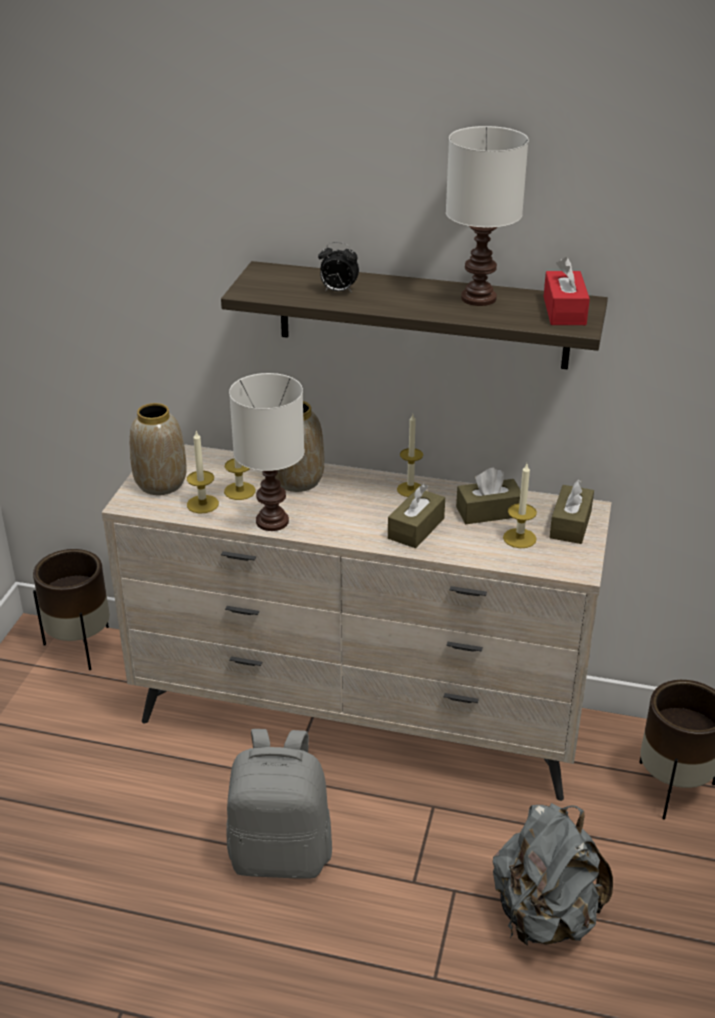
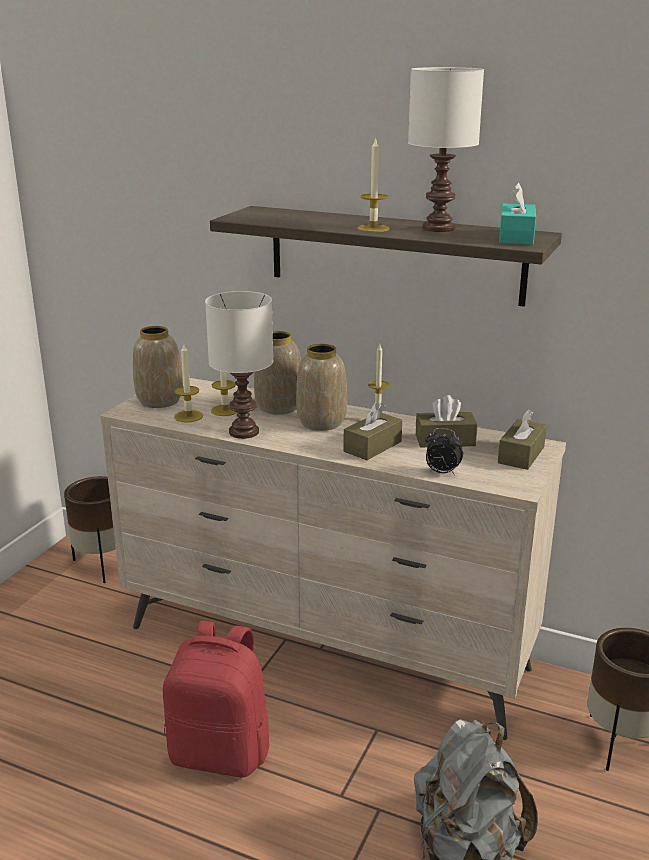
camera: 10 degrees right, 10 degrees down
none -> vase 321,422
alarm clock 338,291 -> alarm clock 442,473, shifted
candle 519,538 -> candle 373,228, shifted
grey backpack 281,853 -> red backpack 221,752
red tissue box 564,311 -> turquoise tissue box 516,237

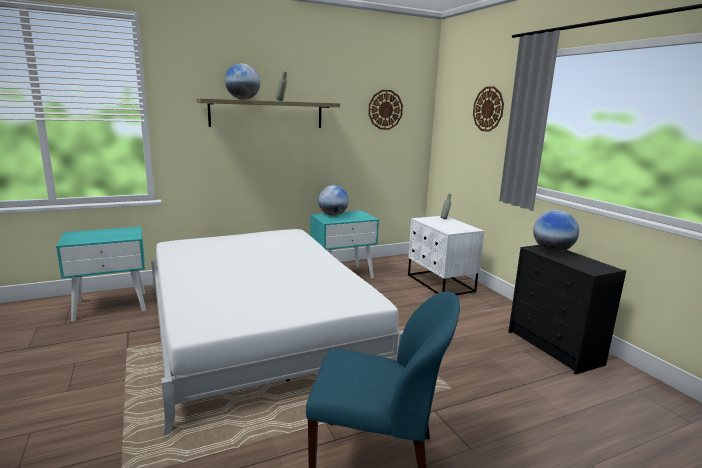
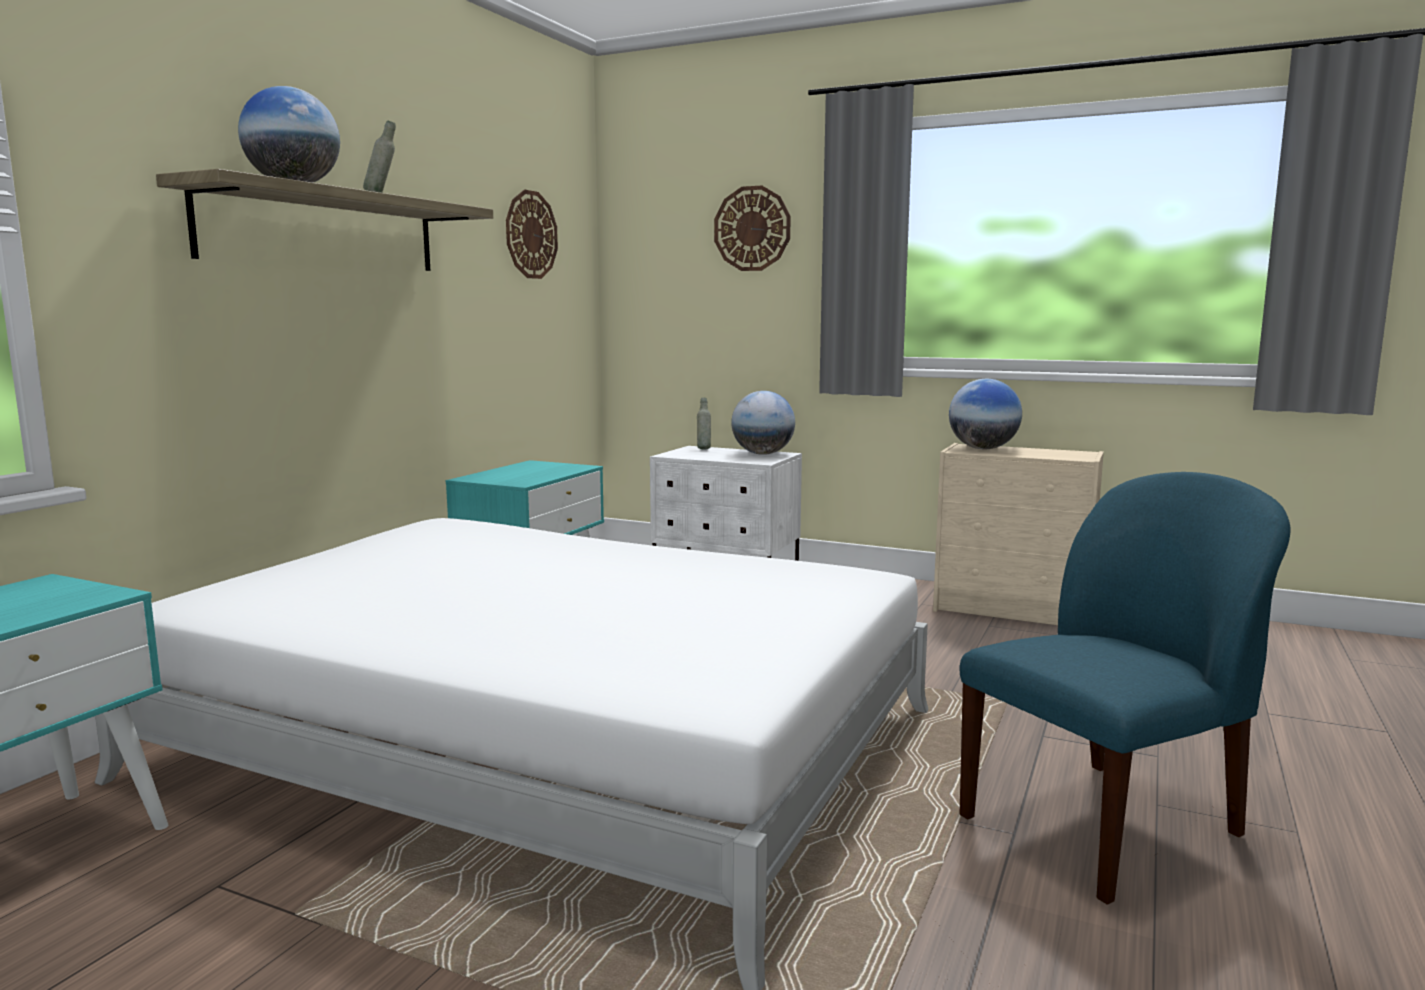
camera: 40 degrees left, 5 degrees down
globe 333,215 -> globe 762,454, shifted
black dresser 555,348 -> beige dresser 1014,611

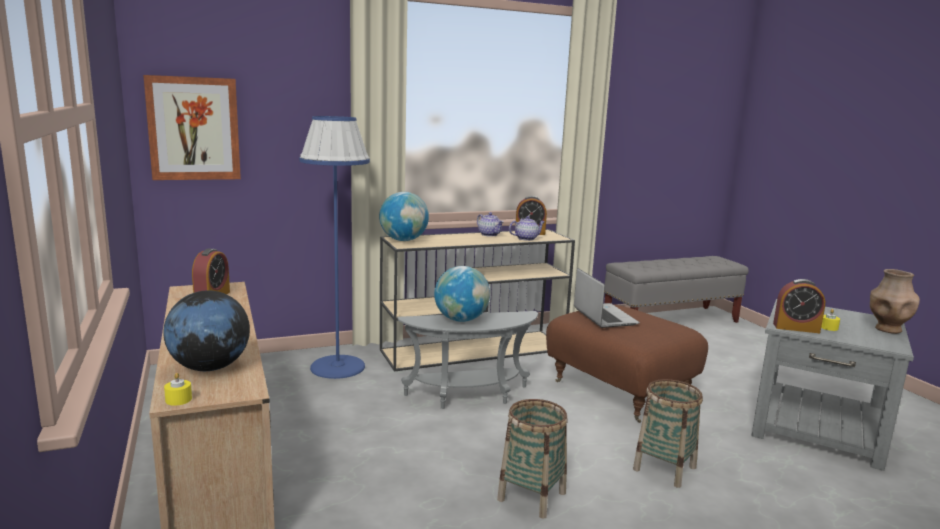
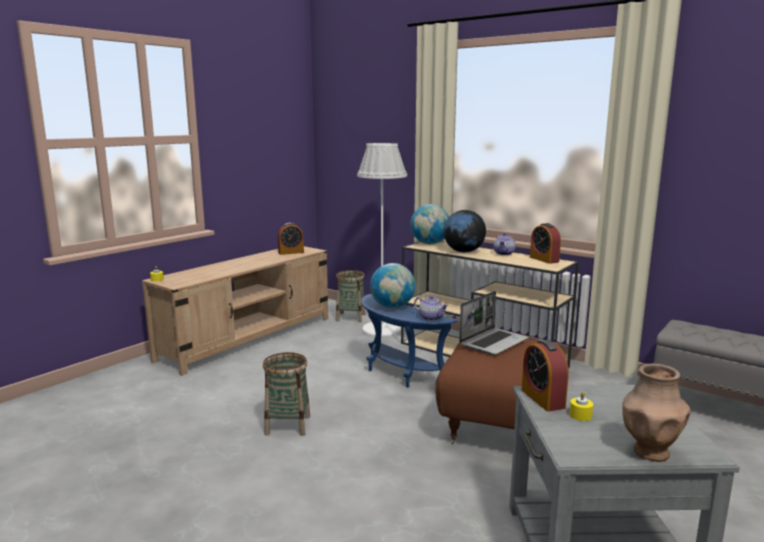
camera: 60 degrees right, 0 degrees up
picture 194,128 -> none
globe 209,367 -> globe 463,251, shifted
teapot 526,238 -> teapot 431,318, shifted
basket 664,468 -> basket 350,317, shifted
blue floor lamp 338,367 -> white floor lamp 382,329
grey side table 469,397 -> blue side table 398,373

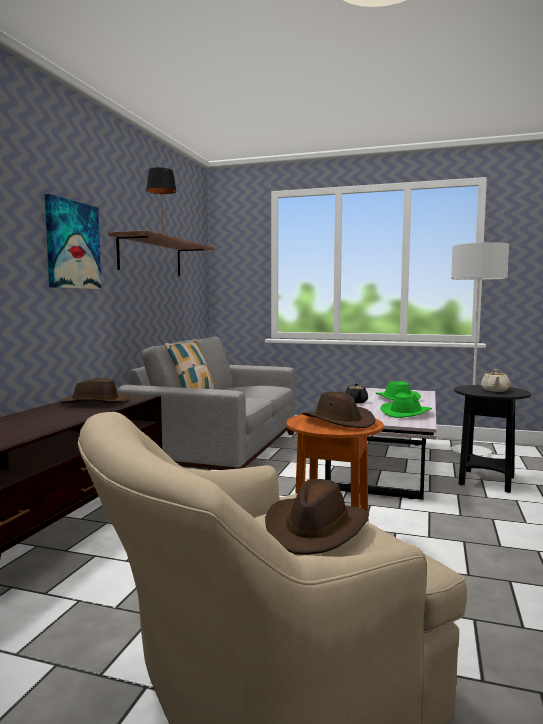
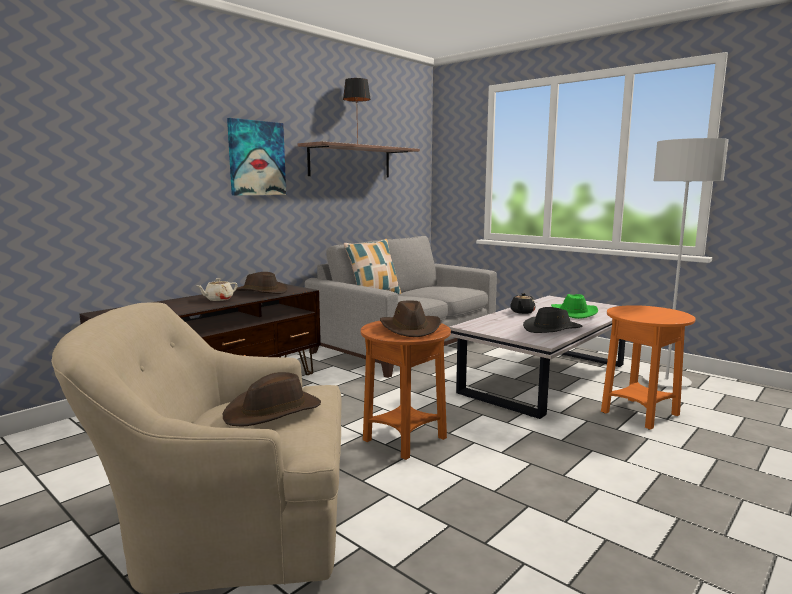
camera: 25 degrees right, 5 degrees up
beige teapot 495,390 -> beige teapot 218,299, shifted
green hat 406,413 -> black hat 552,329
black side table 487,481 -> orange side table 640,414

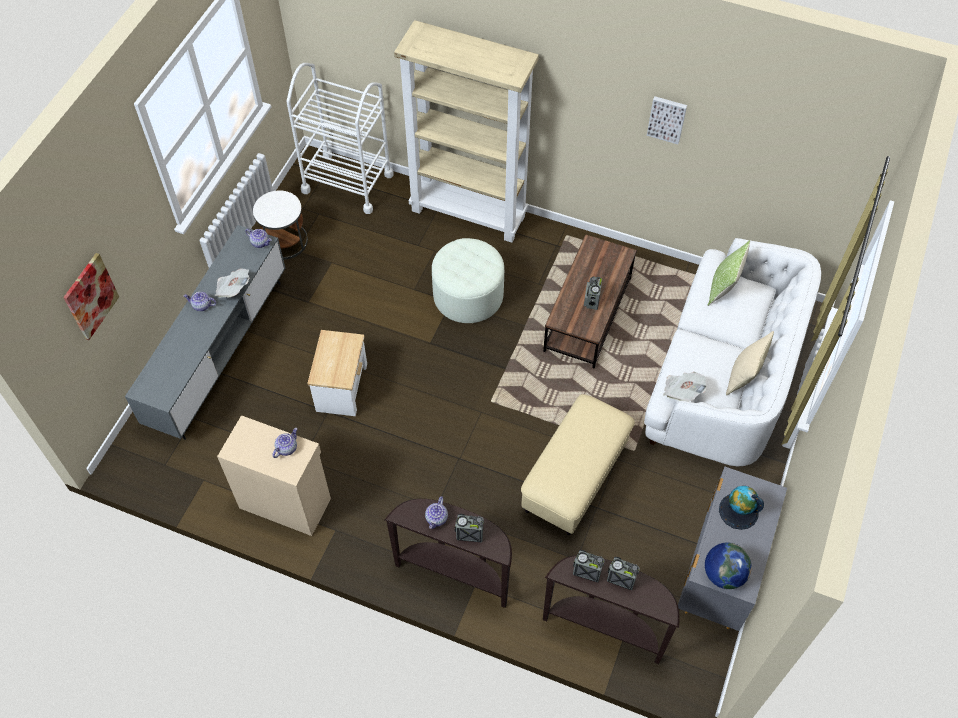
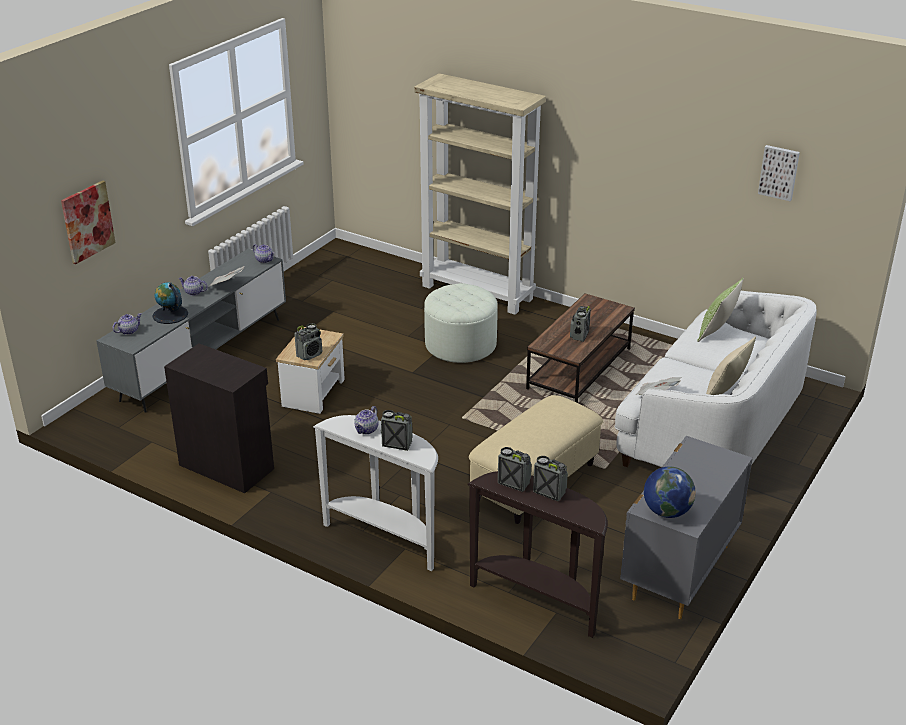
camera: 10 degrees right, 25 degrees down
white side table 284,241 -> none
white cart 347,183 -> none
none -> radio 310,355
teapot 286,448 -> teapot 129,331, shifted
picture 667,118 -> picture 779,172, shifted
globe 738,511 -> globe 170,315, shifted
beige cabinet 285,502 -> black cabinet 227,466
brown console table 455,572 -> white console table 385,538

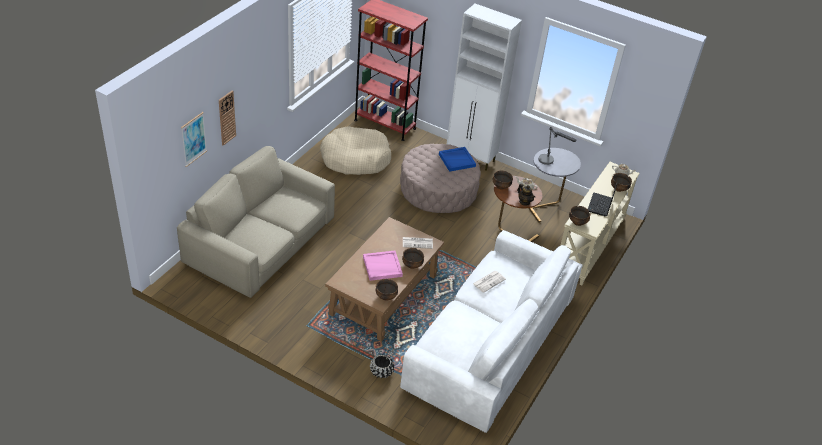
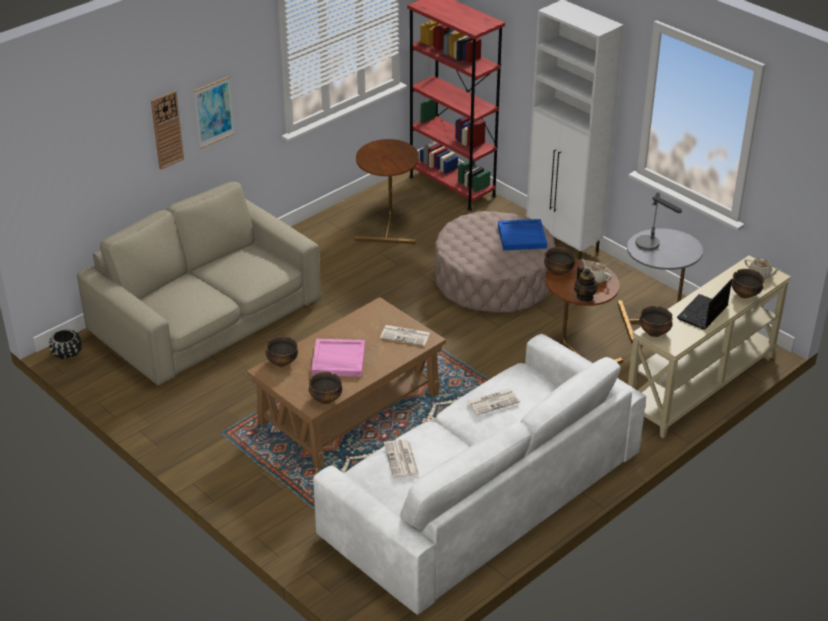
camera: 20 degrees right, 5 degrees down
none -> newspaper 401,459
picture 193,139 -> picture 214,112, shifted
black planter 381,372 -> black planter 67,353, shifted
bowl 412,265 -> bowl 282,362, shifted
beige dog bed 355,158 -> brown side table 388,227

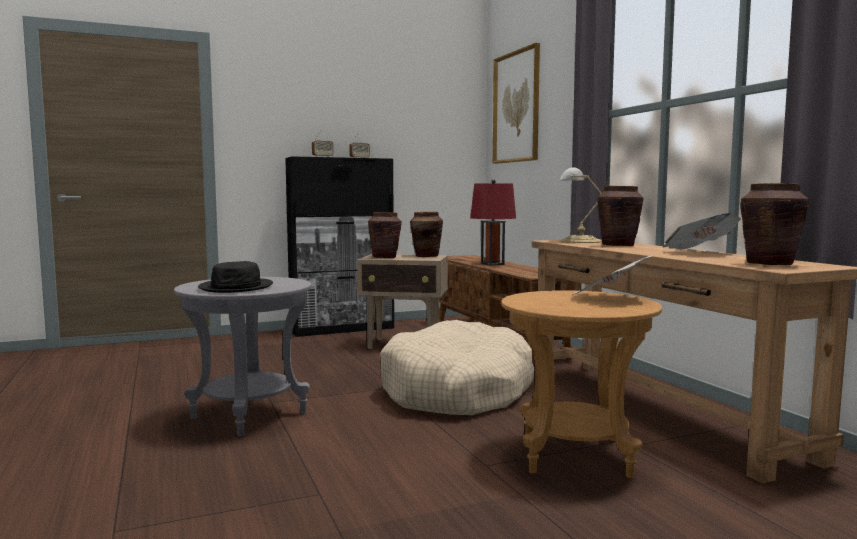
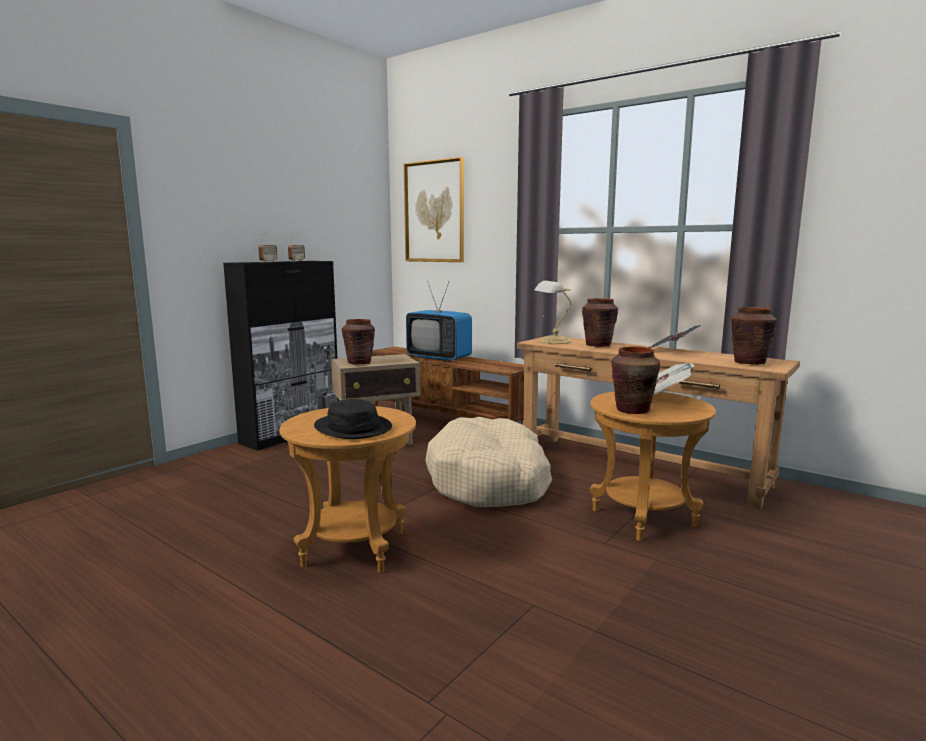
camera: 30 degrees left, 5 degrees up
brown vase 426,256 -> brown vase 632,410, shifted
red table lamp 492,264 -> television 439,358
grey side table 249,415 -> brown side table 354,548

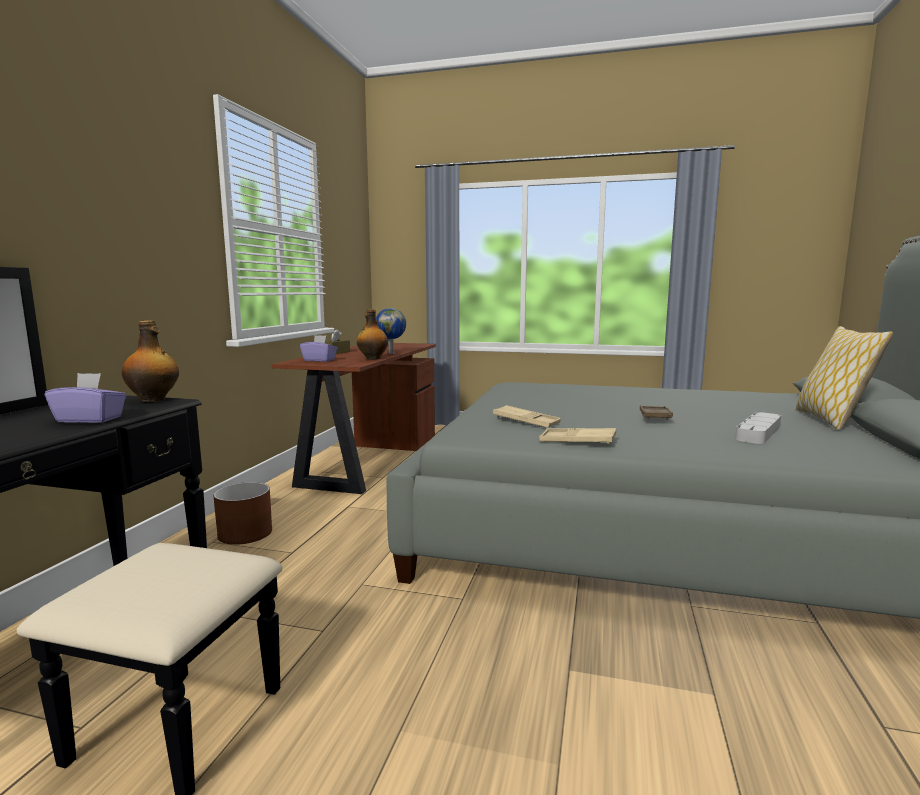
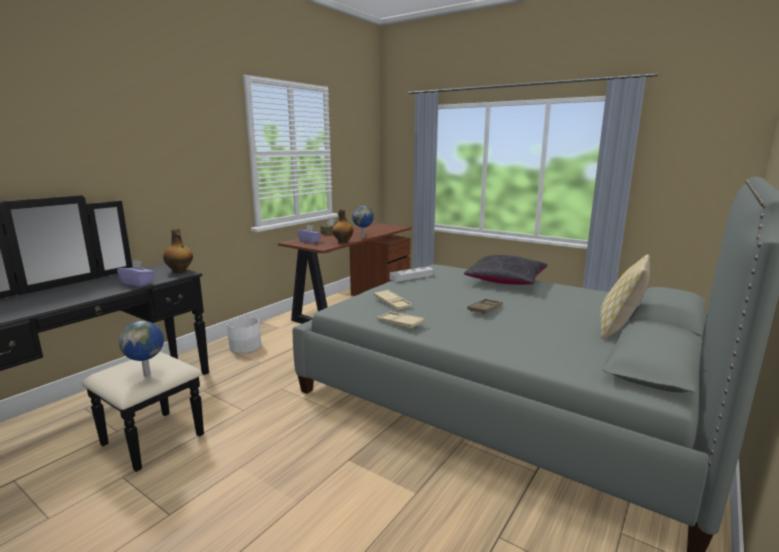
camera: 20 degrees right, 5 degrees up
none -> globe 148,375
none -> black pillow 506,281
grey tray 758,432 -> grey tray 411,276, shifted
brown planter 245,533 -> white planter 245,347

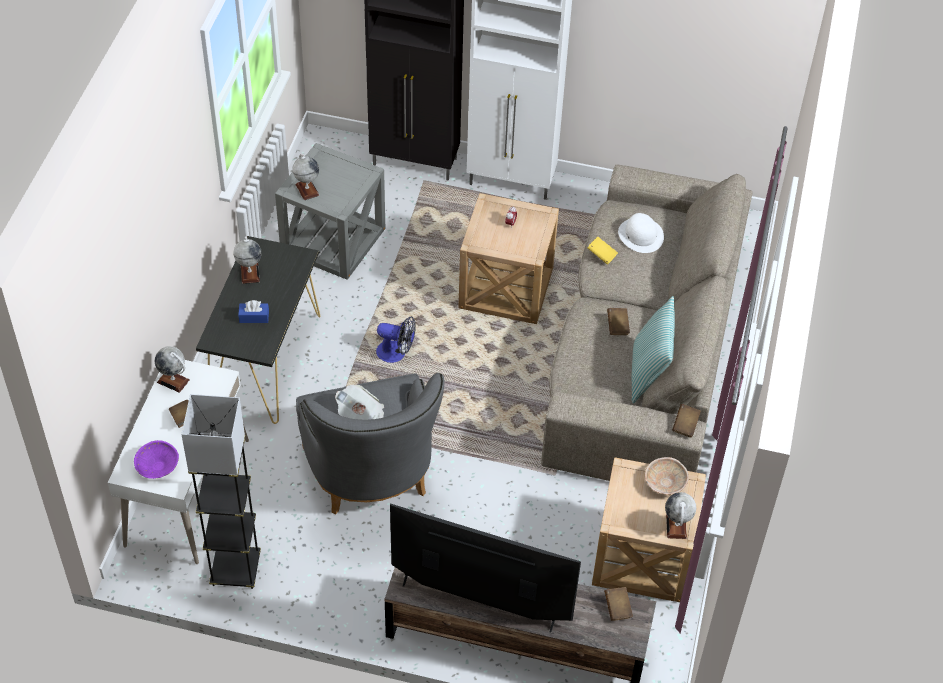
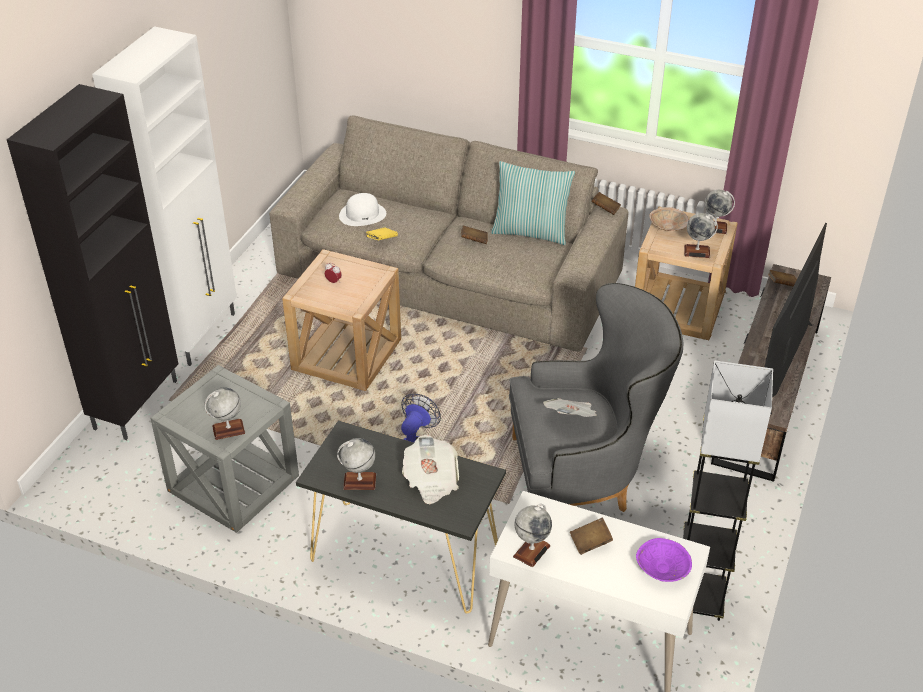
camera: 80 degrees left, 10 degrees down
none -> globe 697,251
blue tissue box 254,317 -> newspaper 431,481

